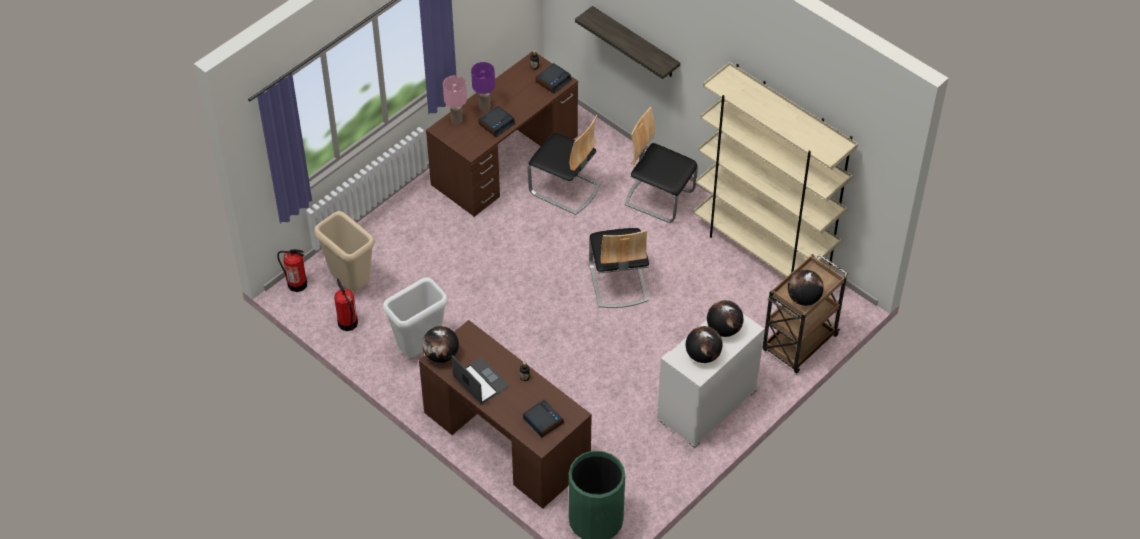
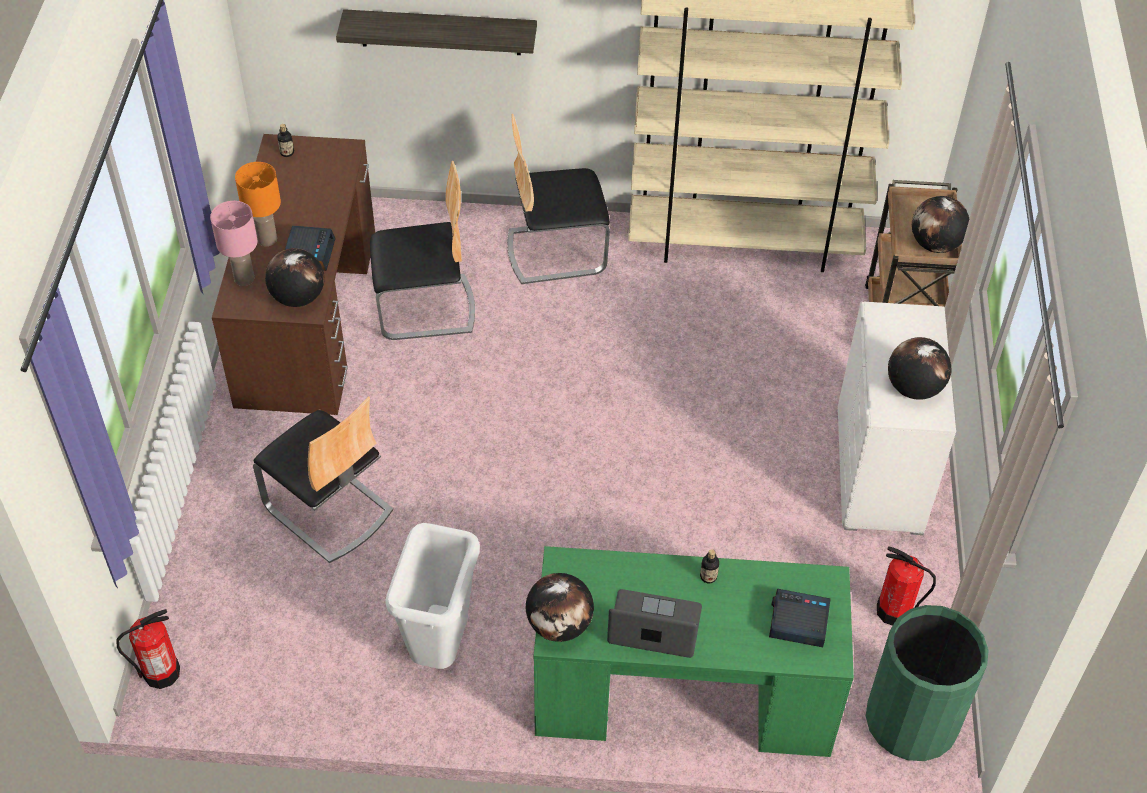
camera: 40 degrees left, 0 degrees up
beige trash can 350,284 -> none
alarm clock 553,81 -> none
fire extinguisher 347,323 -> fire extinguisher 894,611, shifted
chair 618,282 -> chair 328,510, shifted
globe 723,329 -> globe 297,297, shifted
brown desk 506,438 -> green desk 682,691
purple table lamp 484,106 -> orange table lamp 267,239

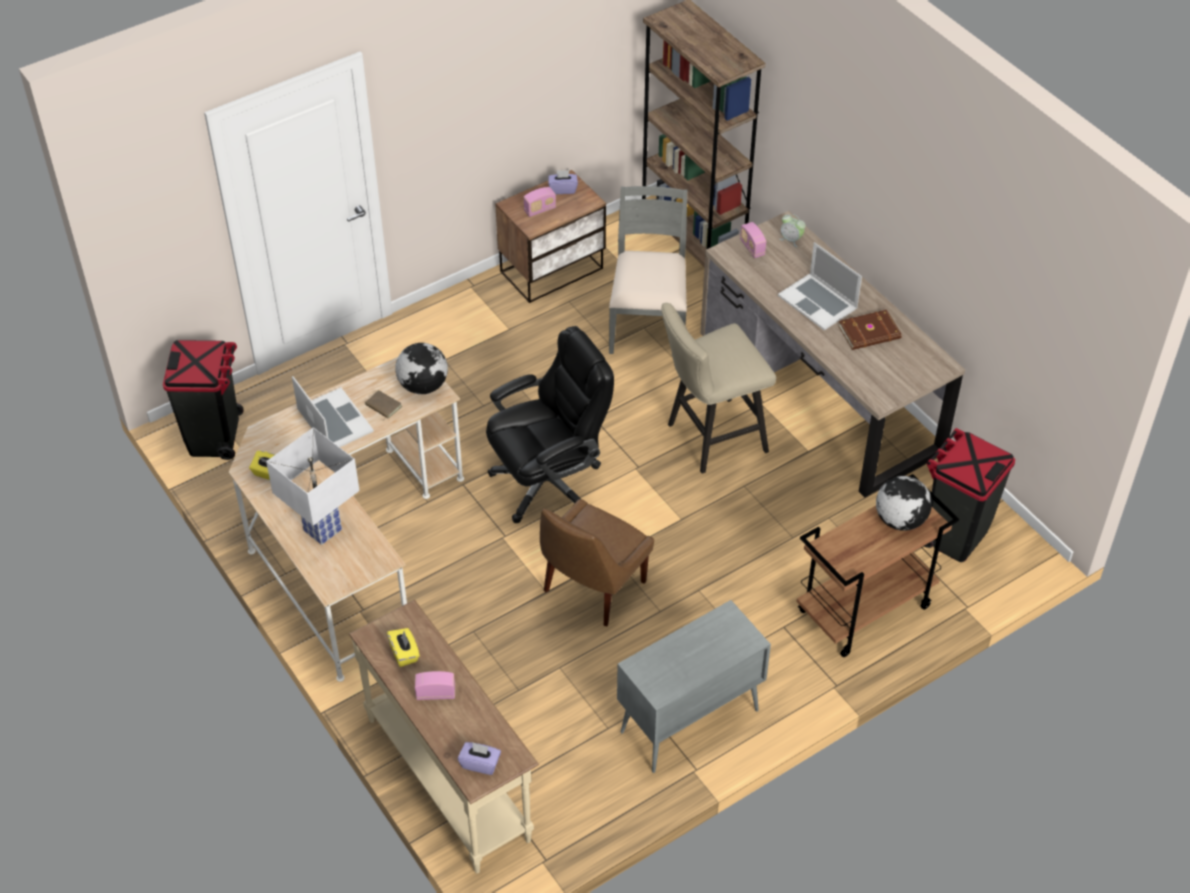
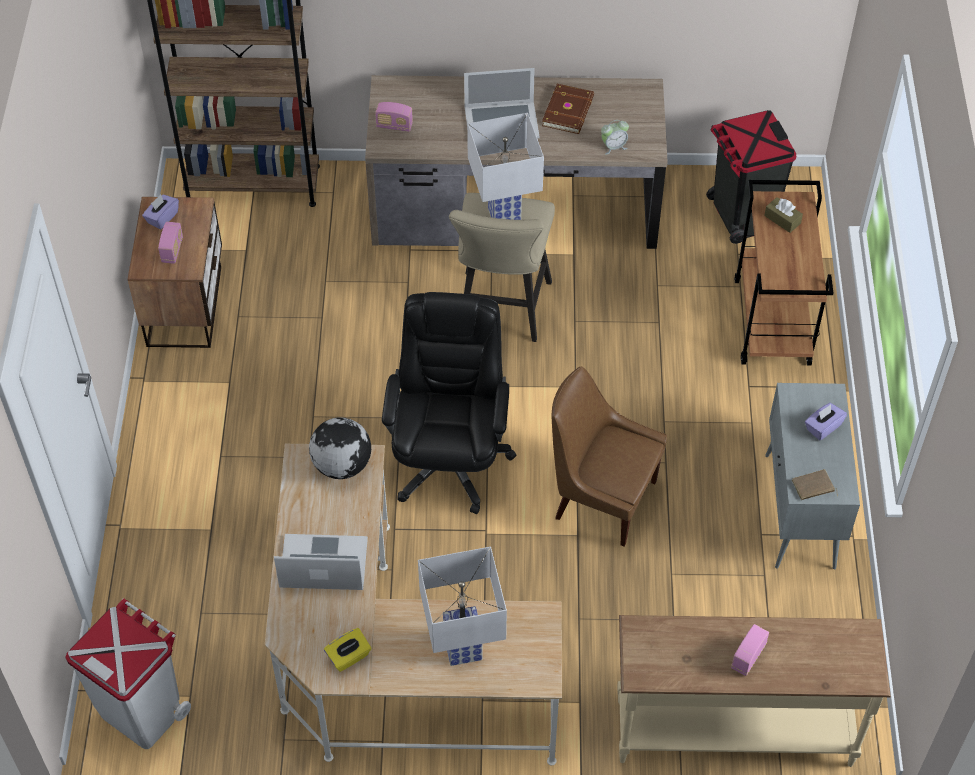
camera: 55 degrees left, 5 degrees up
yellow tissue box 404,653 -> none
grey chair 648,323 -> none
none -> white table lamp 505,214
brown book 382,406 -> brown book 813,487, shifted
purple tissue box 480,764 -> purple tissue box 823,427, shifted
alarm clock 791,240 -> alarm clock 613,147, shifted
globe 899,519 -> brown tissue box 782,219
black trash can 215,436 -> white trash can 142,711
brown chair 592,589 -> brown chair 601,498, 135 degrees clockwise

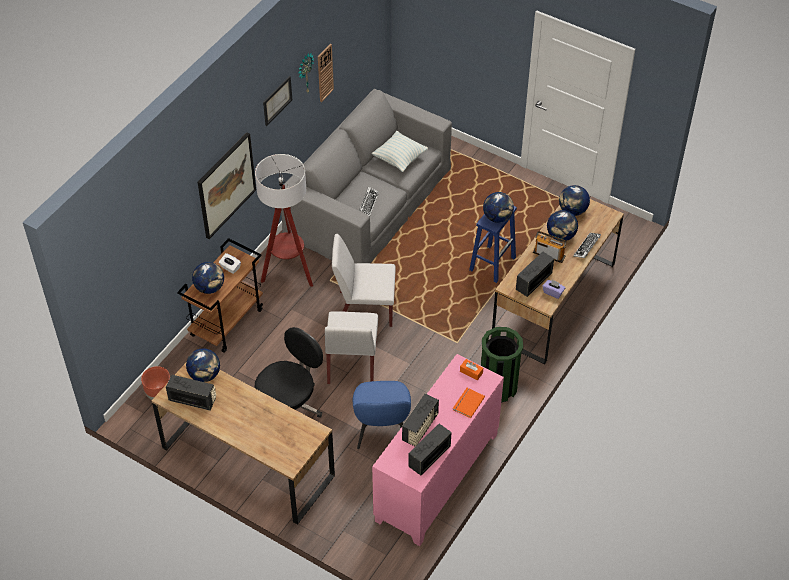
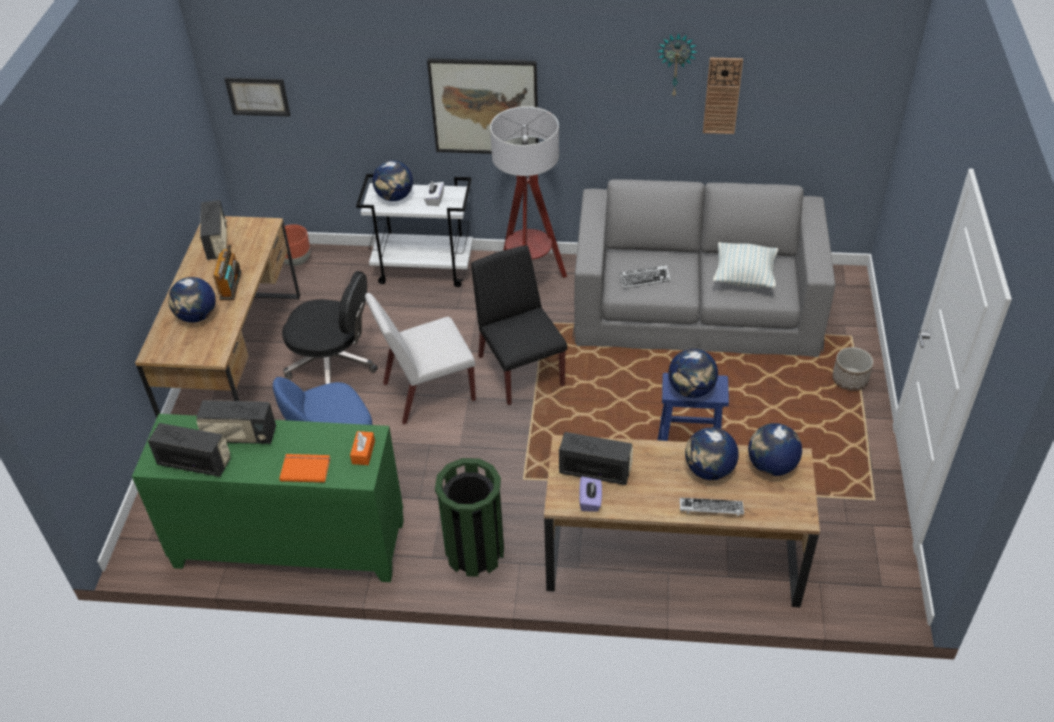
camera: 65 degrees right, 5 degrees down
none -> planter 850,380
globe 205,375 -> globe 197,316, shifted
picture 277,100 -> picture 258,96, shifted
radio 549,254 -> radio 230,285, shifted
brown cart 227,322 -> white cart 424,268
white chair 364,309 -> black chair 520,370
pink cabinet 437,478 -> green cabinet 289,545

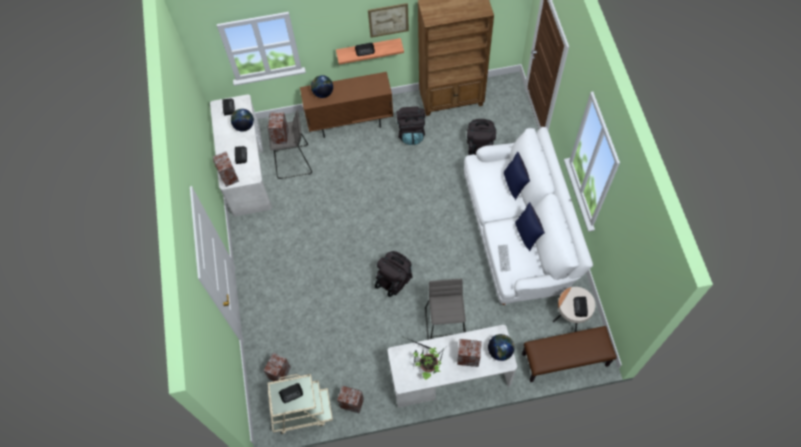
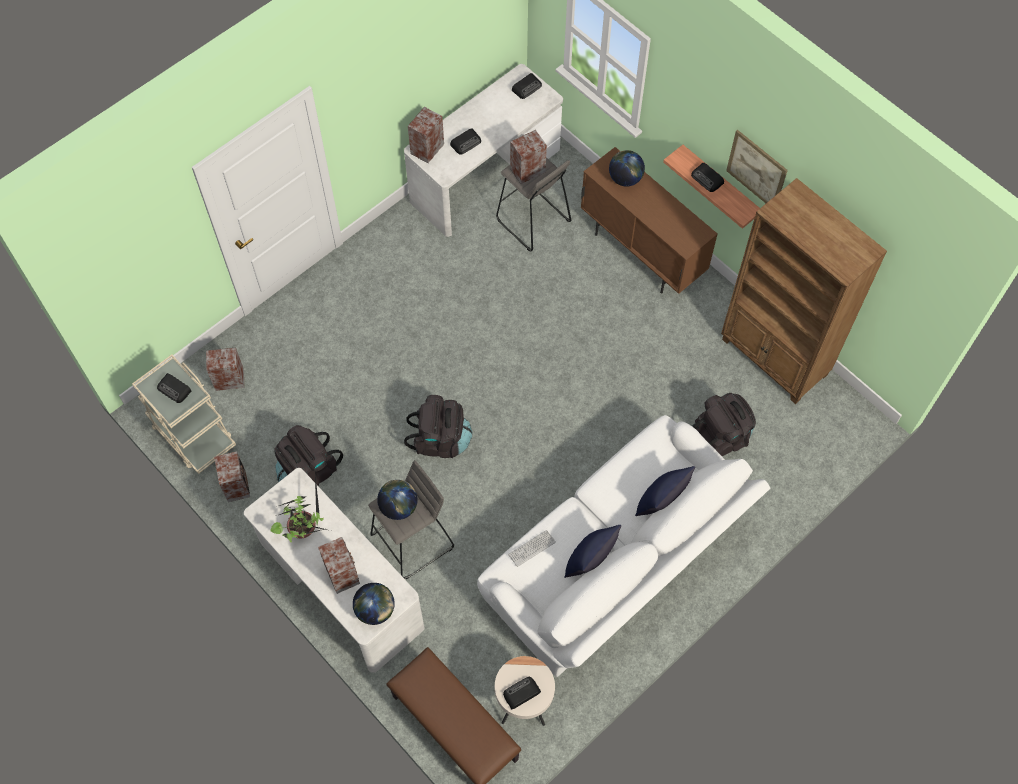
camera: 55 degrees right, 0 degrees up
globe 244,126 -> globe 399,507, shifted
black backpack 411,133 -> black backpack 308,471, shifted

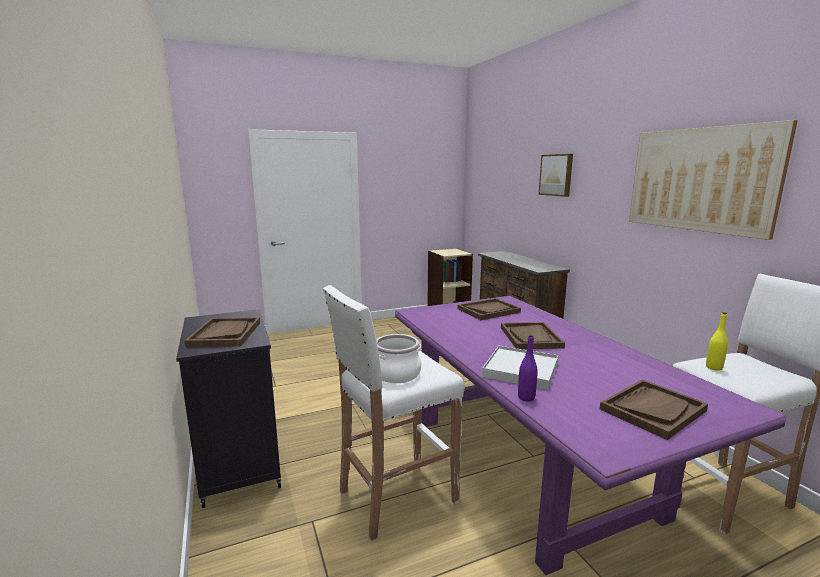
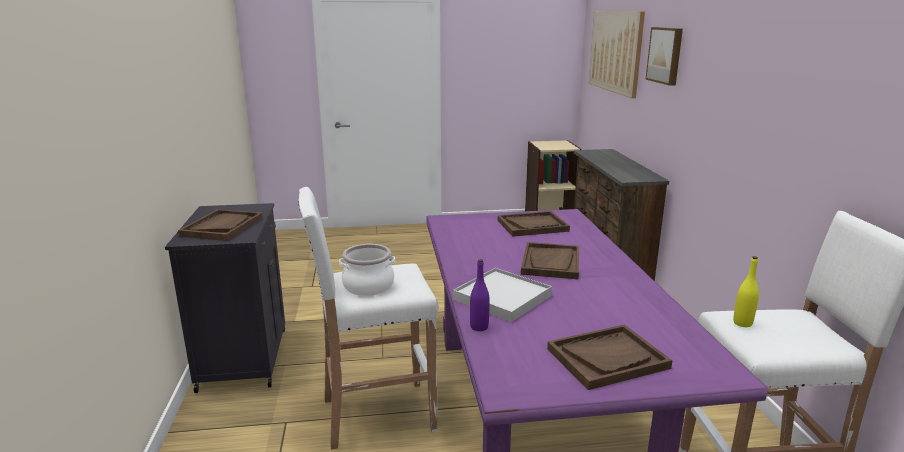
camera: 15 degrees right, 5 degrees up
picture 700,179 -> picture 615,51, shifted

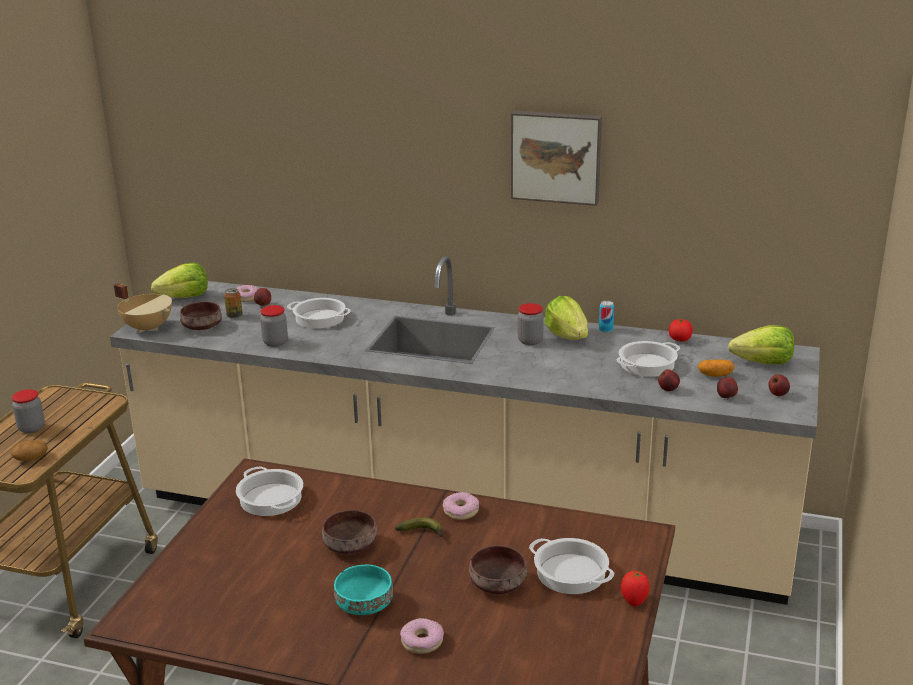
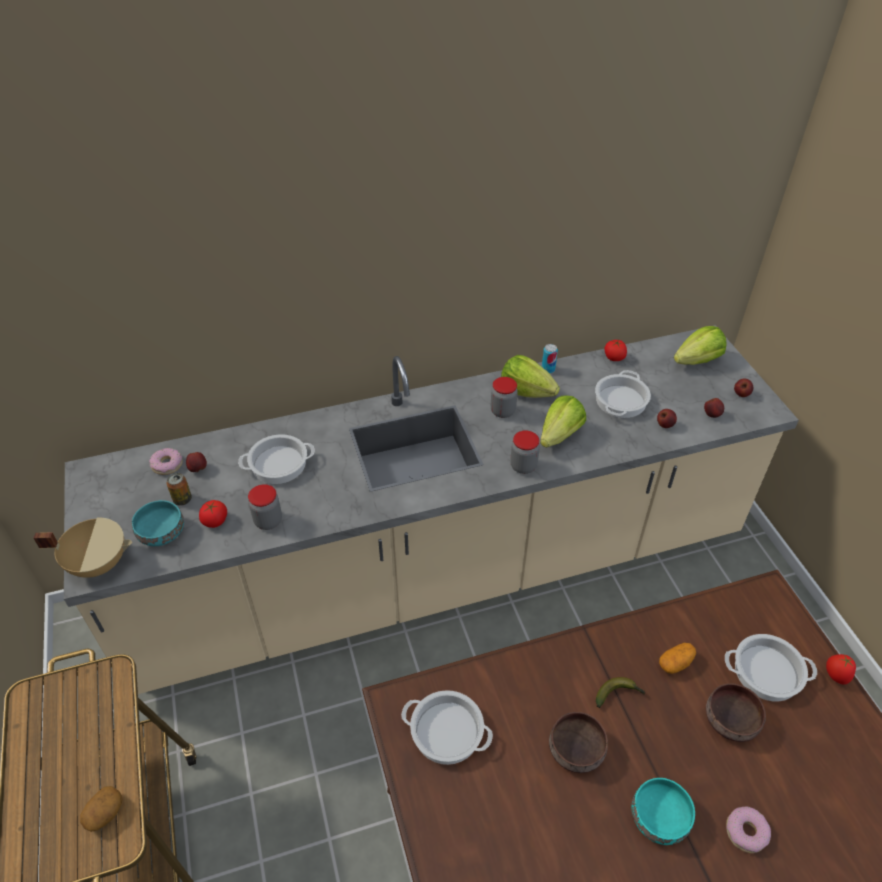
camera: 35 degrees left, 20 degrees up
donut 461,511 -> none
picture 556,156 -> none
none -> tomato 215,521
jar 31,428 -> jar 523,466, shifted
lettuce 185,297 -> lettuce 560,435, shifted
potato 715,375 -> potato 675,663, shifted
brown bowl 202,327 -> turquoise bowl 162,532

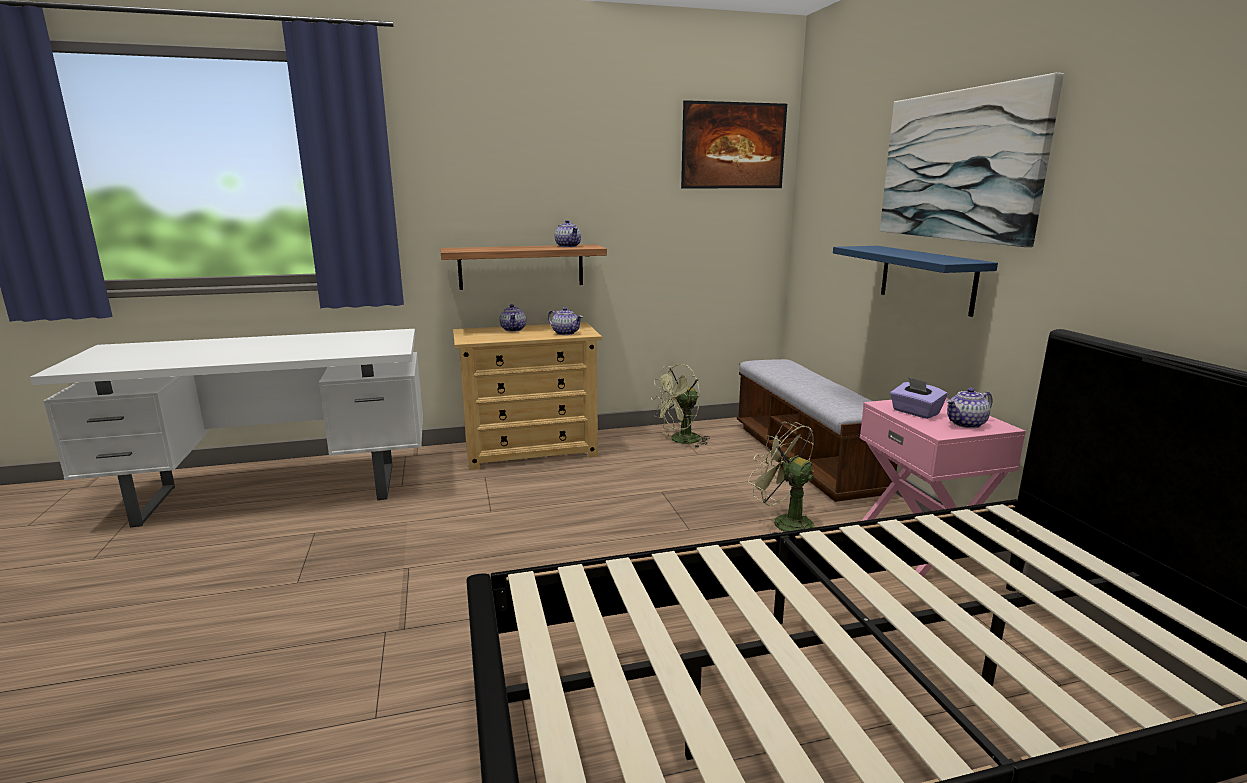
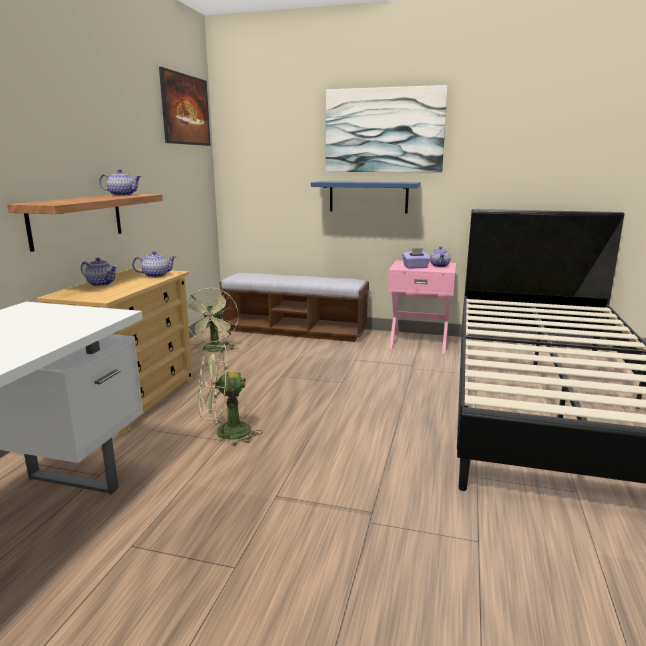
camera: 60 degrees left, 0 degrees up
green fan 784,522 -> green fan 225,433, shifted

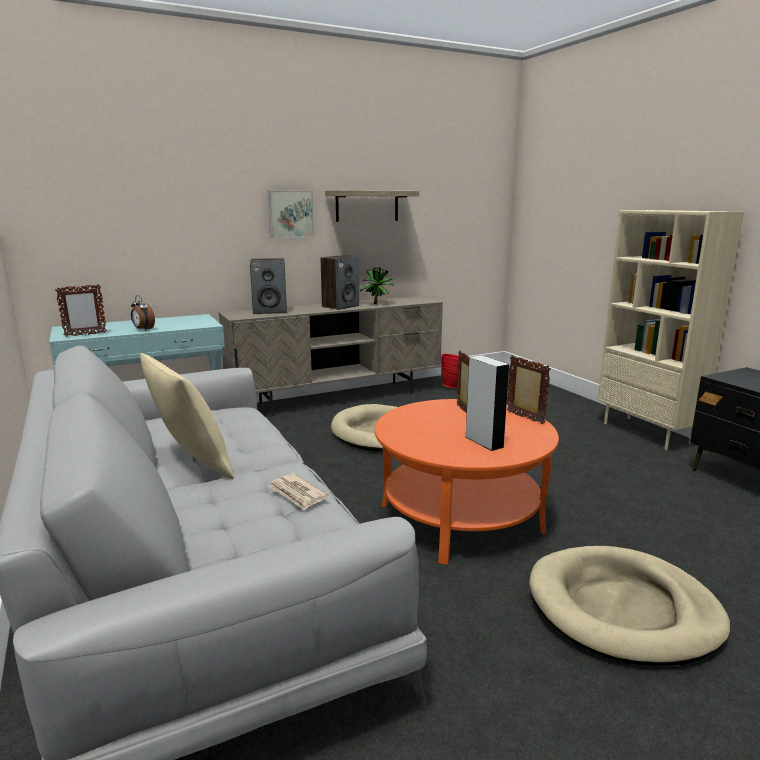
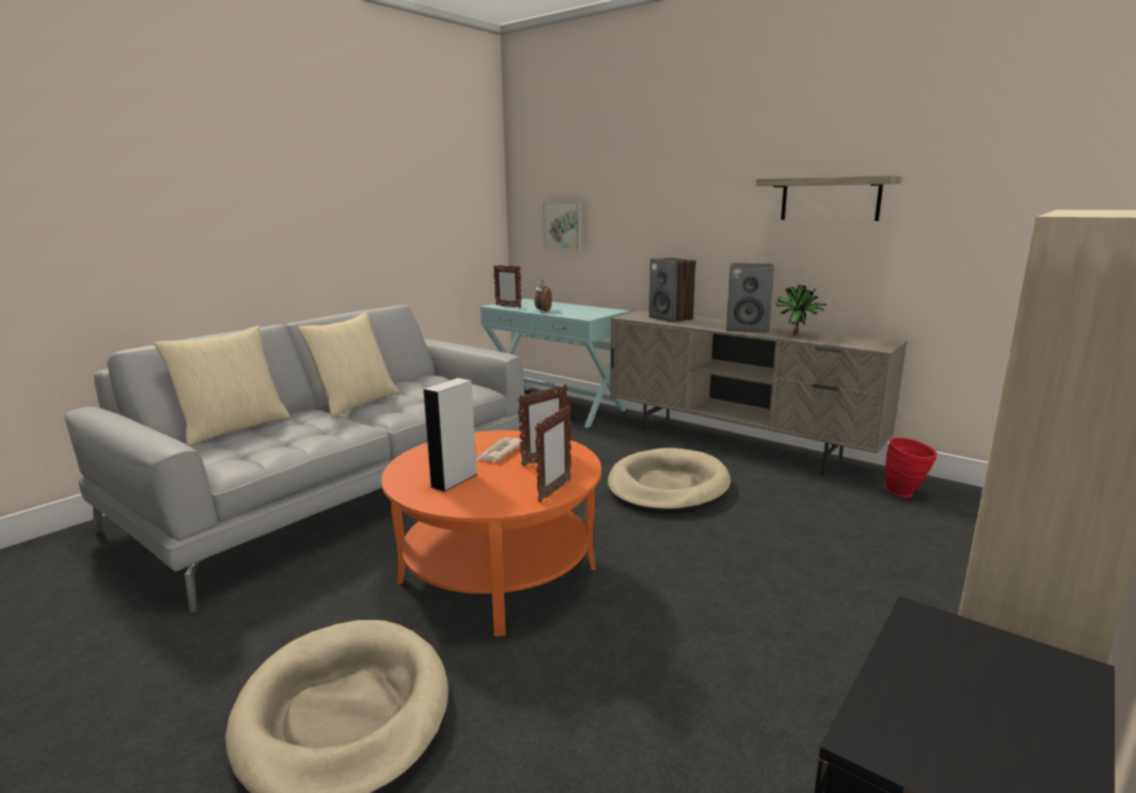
camera: 65 degrees right, 0 degrees up
none -> beige pillow 234,428
picture 290,214 -> picture 564,225, shifted
newspaper 297,494 -> newspaper 499,452, shifted

